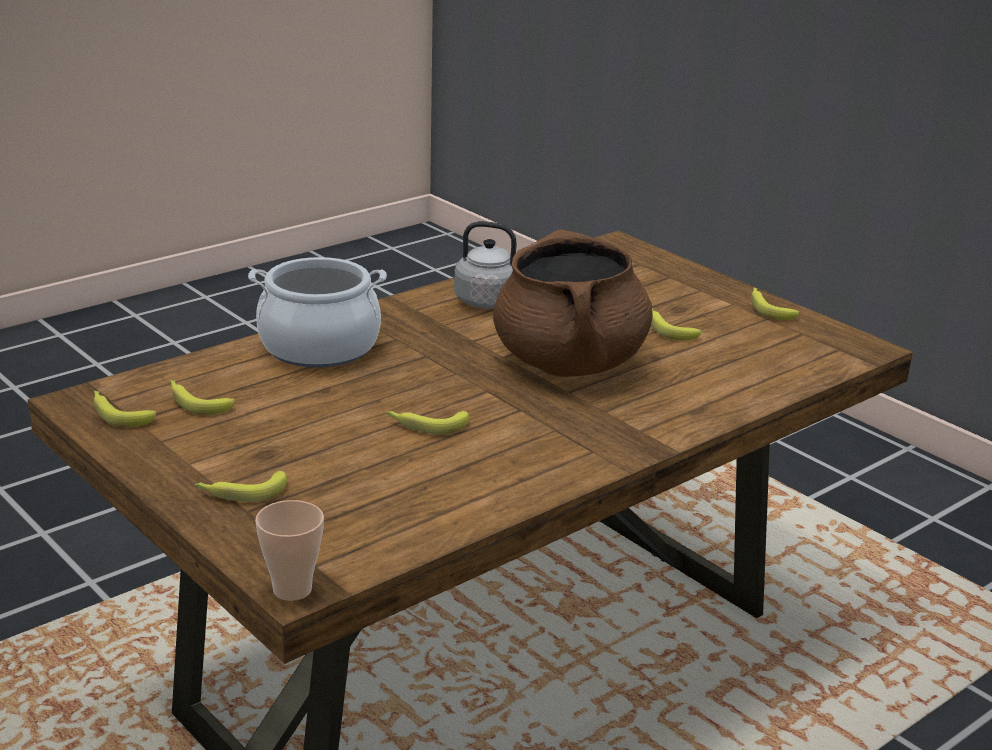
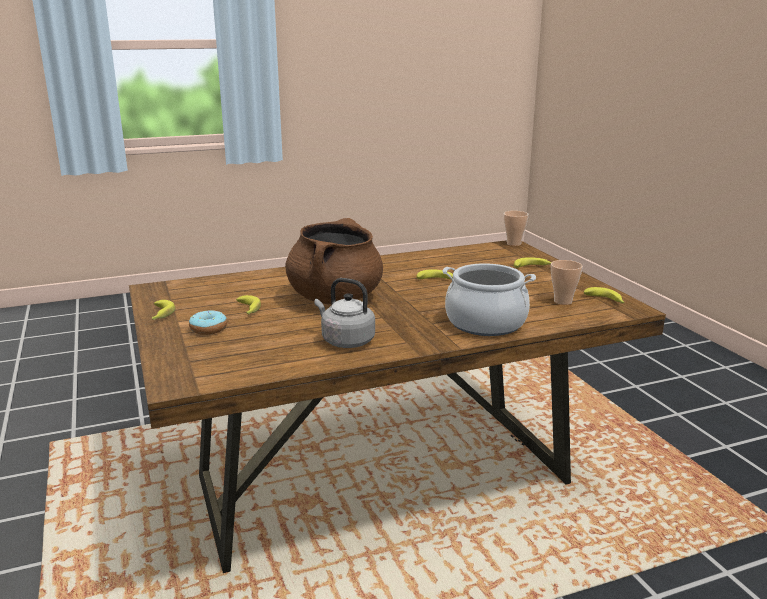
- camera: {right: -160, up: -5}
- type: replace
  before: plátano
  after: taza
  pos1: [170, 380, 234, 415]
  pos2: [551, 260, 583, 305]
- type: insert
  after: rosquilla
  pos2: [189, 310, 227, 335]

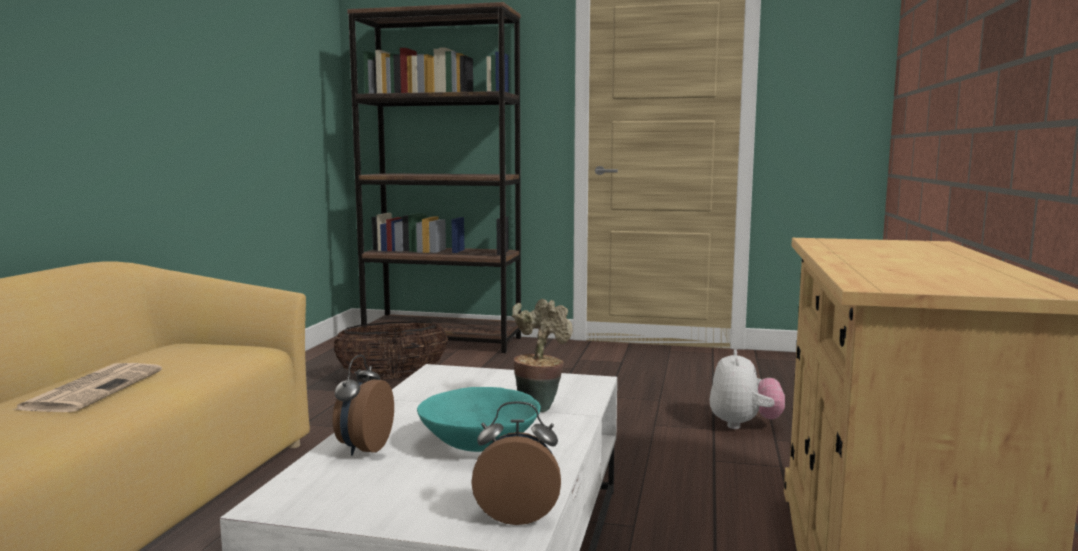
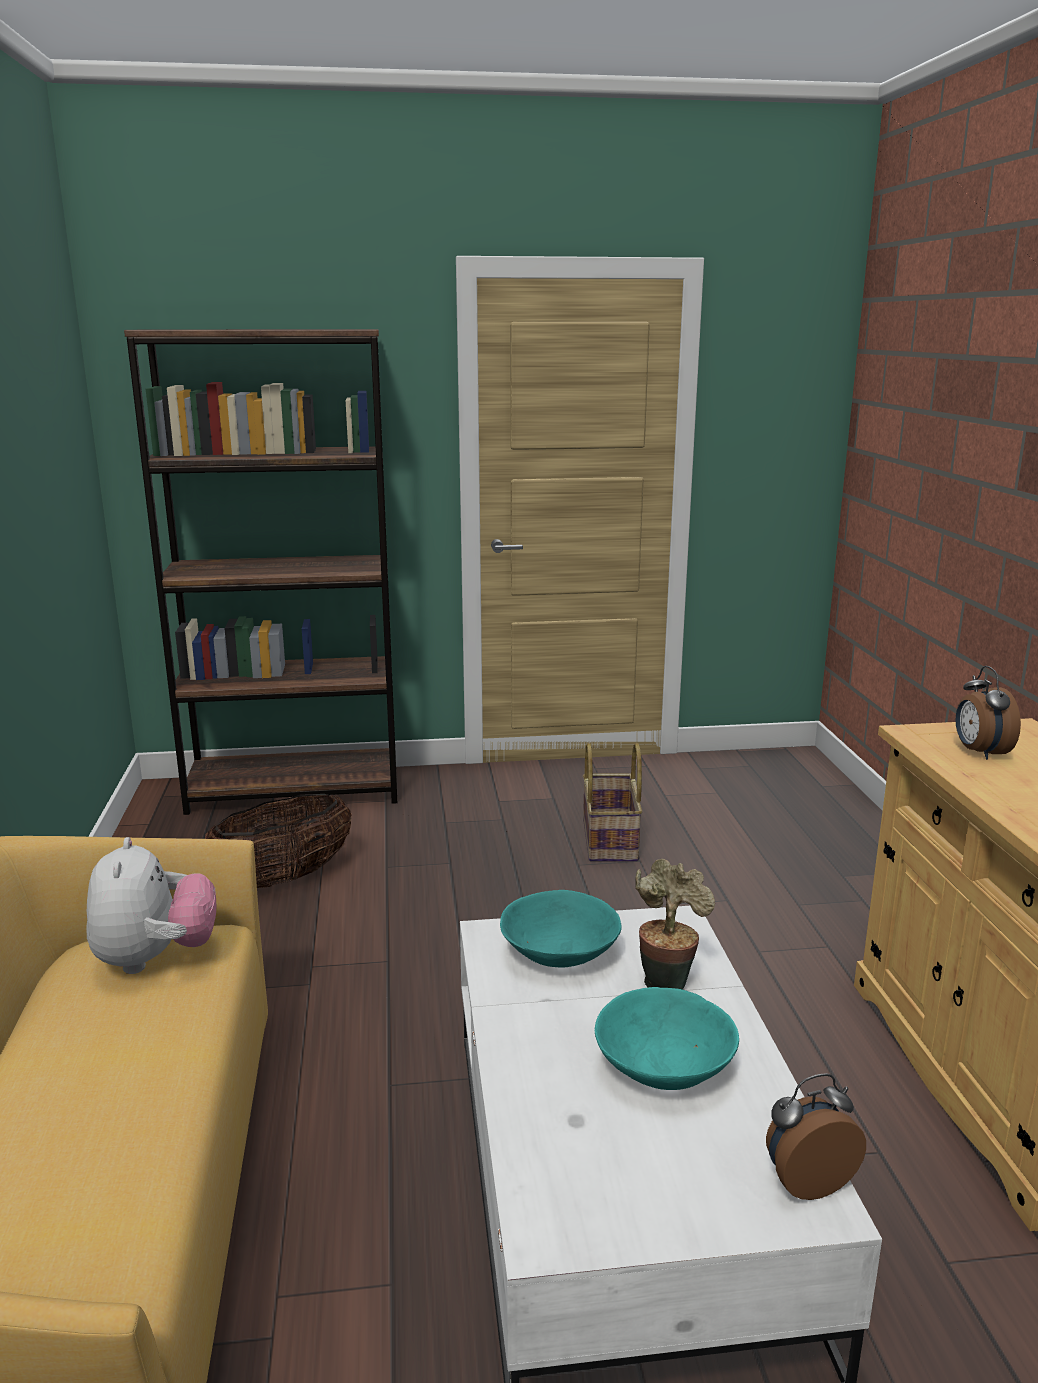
- camera: {right: -20, up: 10}
- type: move
  before: peluche
  pos1: [710, 349, 785, 429]
  pos2: [87, 837, 216, 974]
- type: move
  before: despertador
  pos1: [332, 355, 394, 456]
  pos2: [956, 666, 1021, 760]
- type: delete
  before: periódico
  pos1: [13, 363, 162, 412]
- type: insert
  after: cesta
  pos2: [583, 743, 642, 862]
- type: insert
  after: cuenco [turquesa]
  pos2: [500, 890, 622, 967]

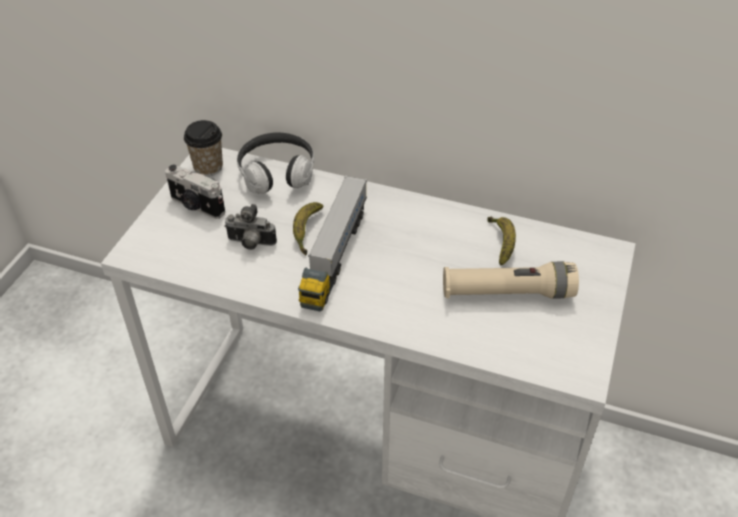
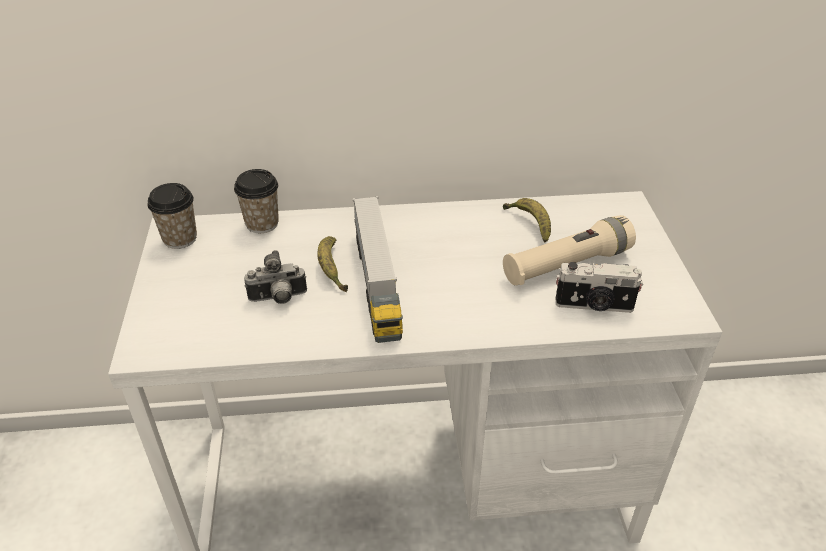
- camera: {right: -25, up: -5}
- type: replace
  before: auriculares
  after: taza
  pos1: [237, 132, 314, 194]
  pos2: [234, 169, 279, 233]
- type: move
  before: cámara
  pos1: [165, 165, 225, 219]
  pos2: [556, 262, 643, 313]

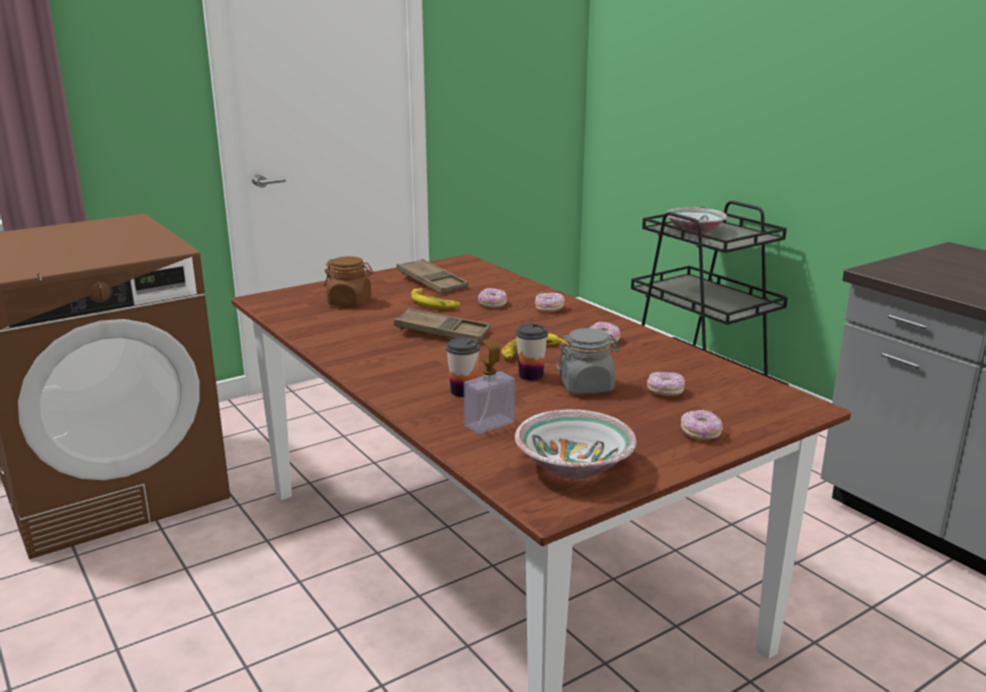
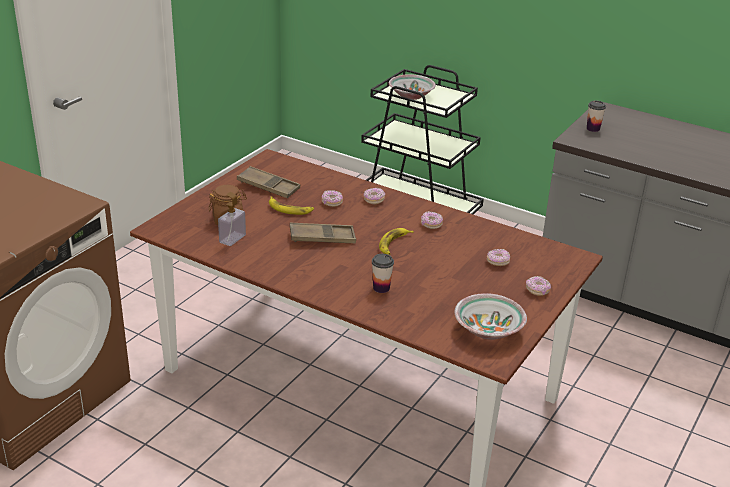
- camera: {right: -25, up: 10}
- type: move
  before: taza
  pos1: [516, 324, 548, 381]
  pos2: [587, 100, 606, 132]
- type: delete
  before: tarro [gris]
  pos1: [556, 328, 621, 394]
- type: move
  before: dispensador de jabón
  pos1: [464, 338, 515, 434]
  pos2: [218, 192, 246, 246]

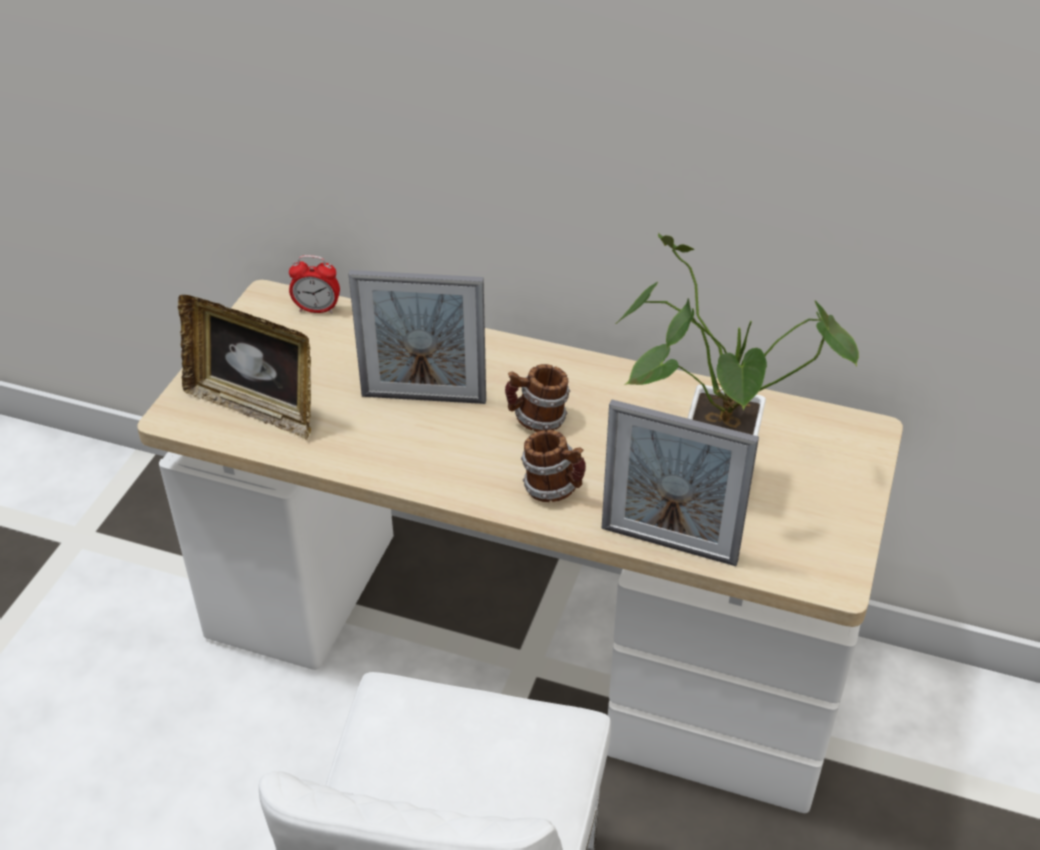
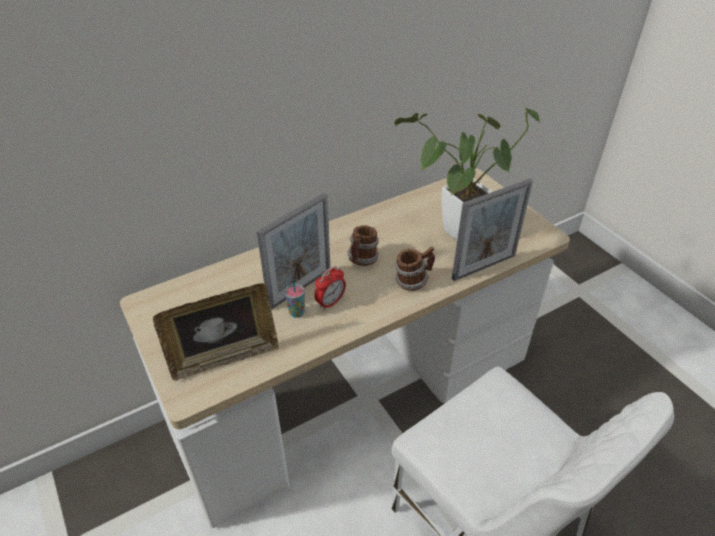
- camera: {right: -50, up: 0}
- type: move
  before: despertador
  pos1: [289, 255, 340, 313]
  pos2: [314, 266, 346, 310]
- type: insert
  after: taza
  pos2: [285, 279, 305, 318]

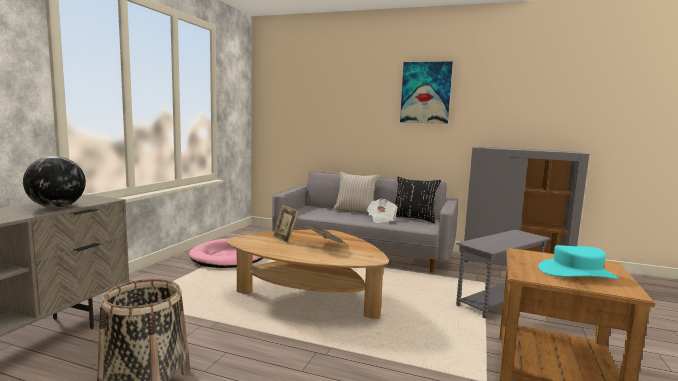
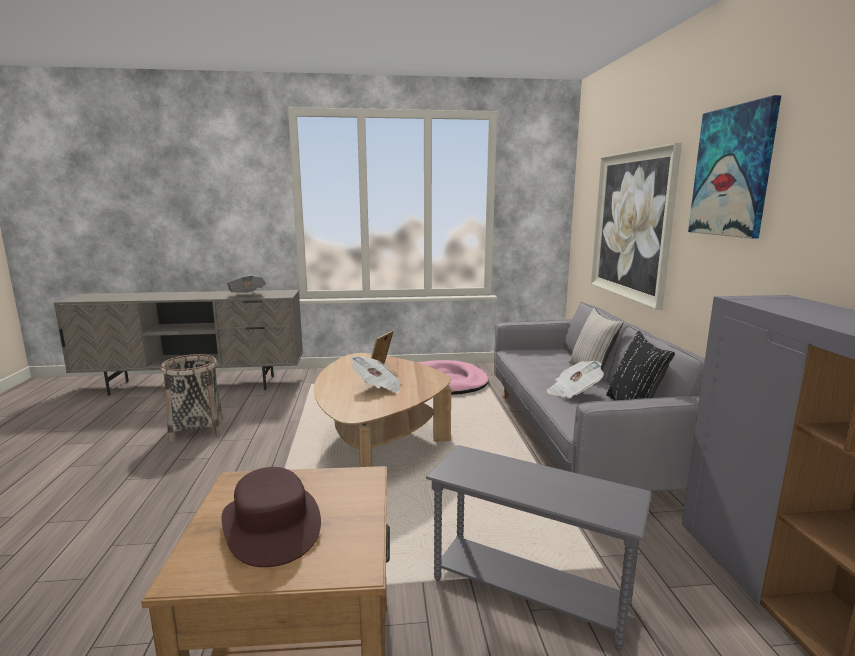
- camera: {right: 65, up: 5}
- type: replace
  before: globo terráqueo
  after: periódico
  pos1: [23, 156, 86, 208]
  pos2: [227, 276, 266, 293]
- type: recolor
  before: sombrero [turquesa]
  after: sombrero [marrón]
  pos1: [538, 245, 618, 279]
  pos2: [222, 467, 321, 567]
- type: insert
  after: cuadro
  pos2: [591, 143, 682, 310]

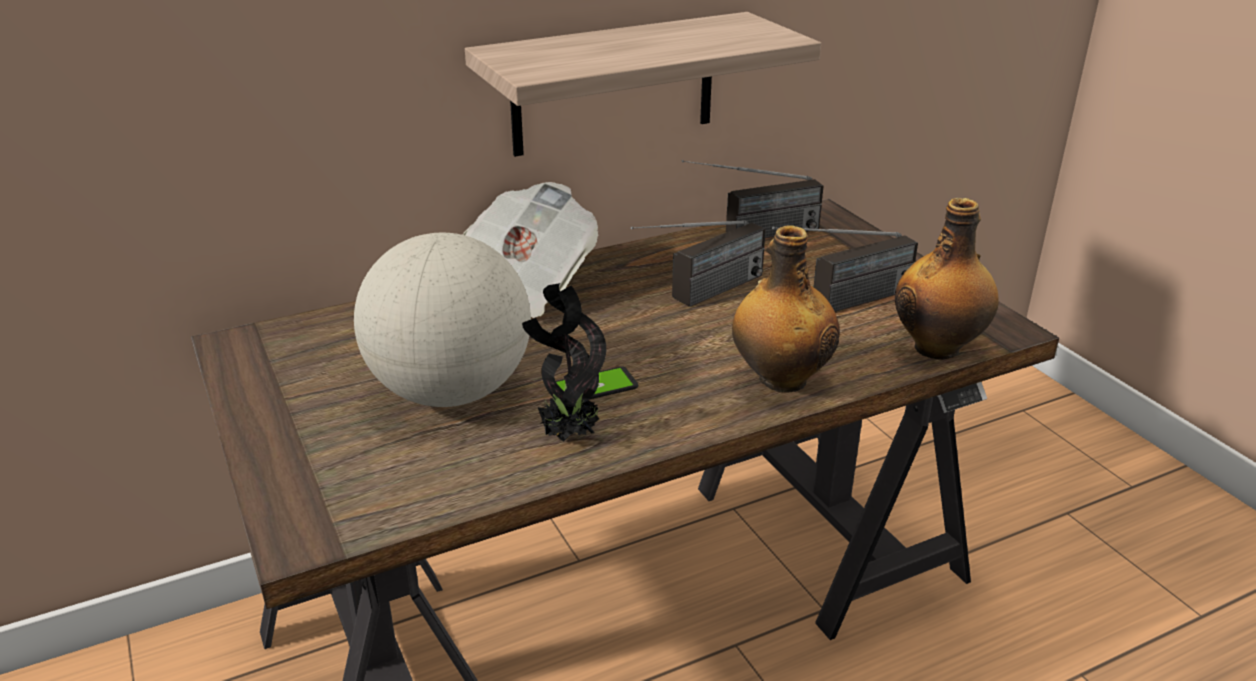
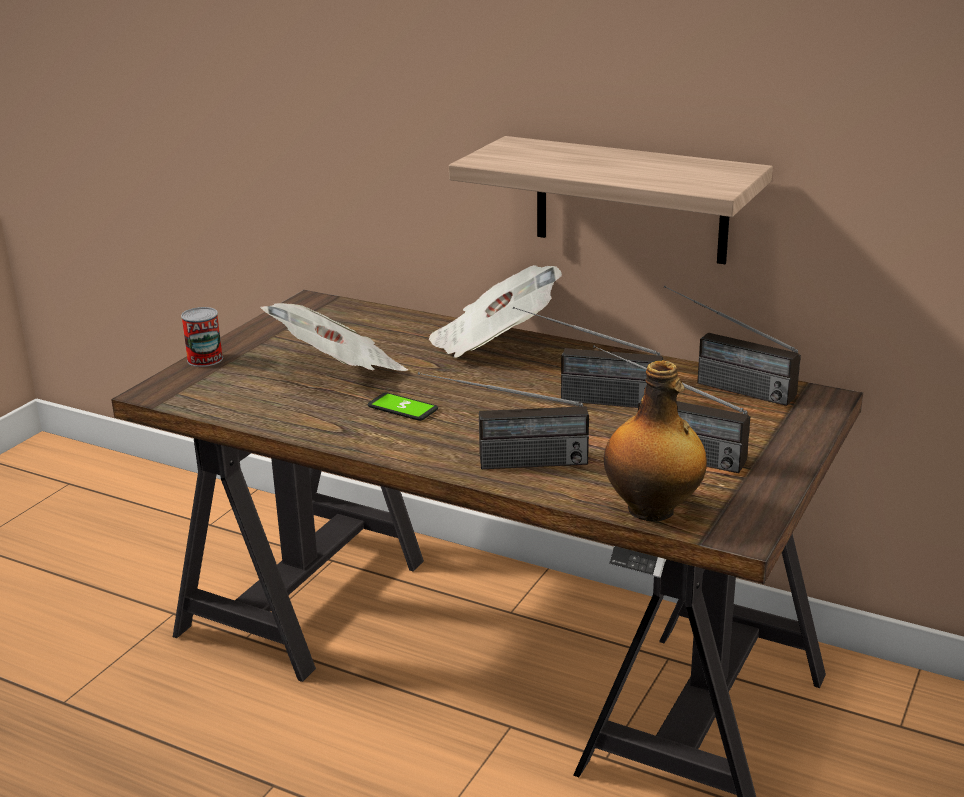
- camera: {right: 55, up: -5}
- type: replace
  before: botella
  after: radio
  pos1: [732, 225, 840, 393]
  pos2: [418, 372, 589, 469]
- type: replace
  before: globo terráqueo
  after: periódico
  pos1: [354, 233, 531, 407]
  pos2: [260, 303, 408, 371]
- type: delete
  before: planta en maceta
  pos1: [522, 283, 606, 442]
- type: insert
  after: lata
  pos2: [181, 307, 223, 367]

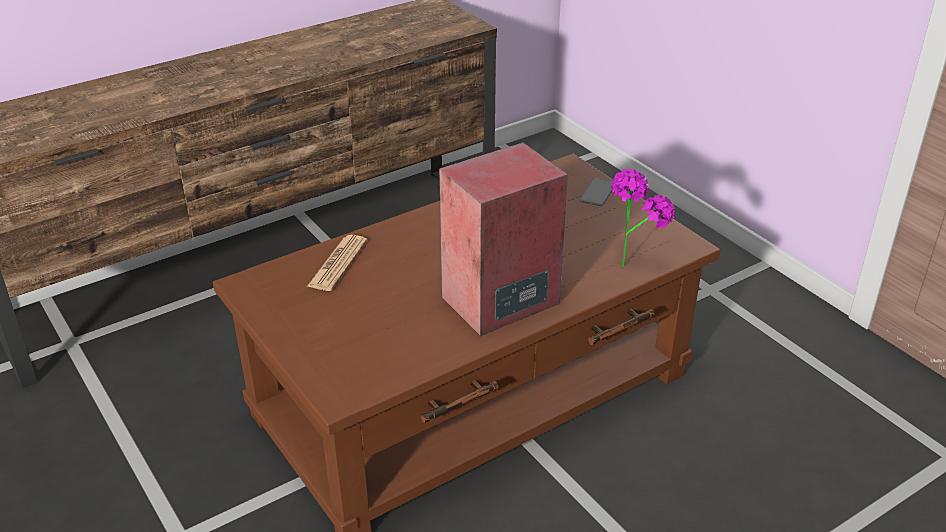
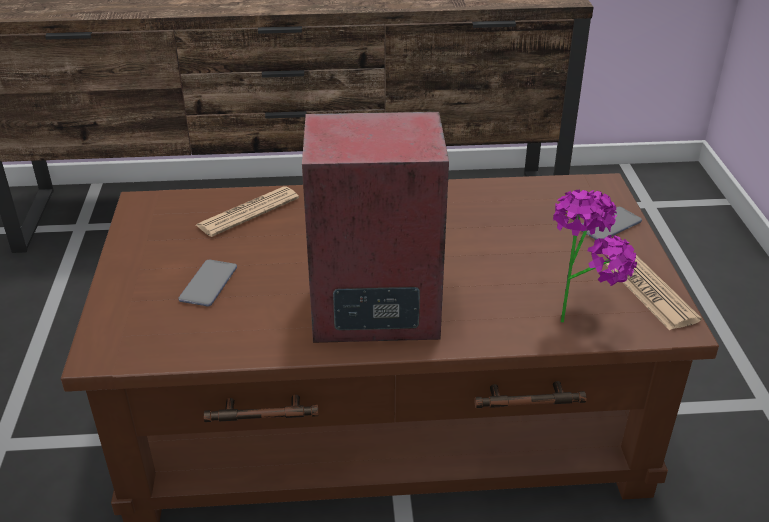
- camera: {right: 30, up: 0}
- type: insert
  after: periódico
  pos2: [605, 254, 702, 330]
- type: insert
  after: móvil
  pos2: [178, 260, 237, 307]

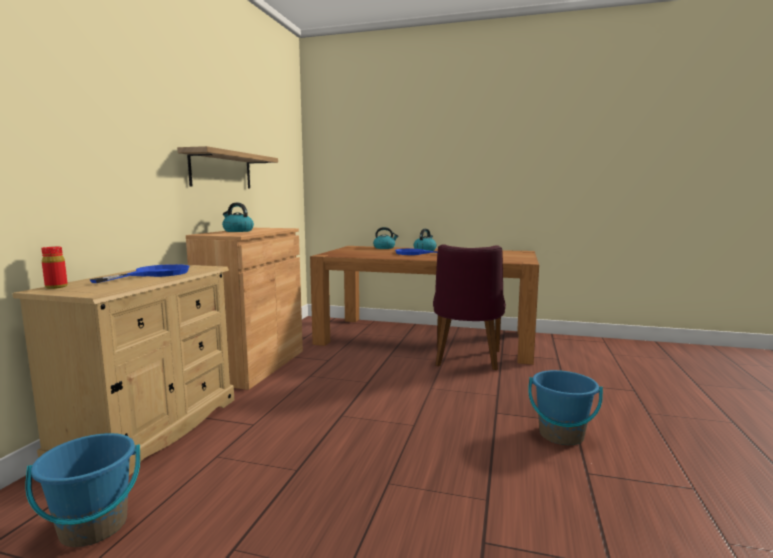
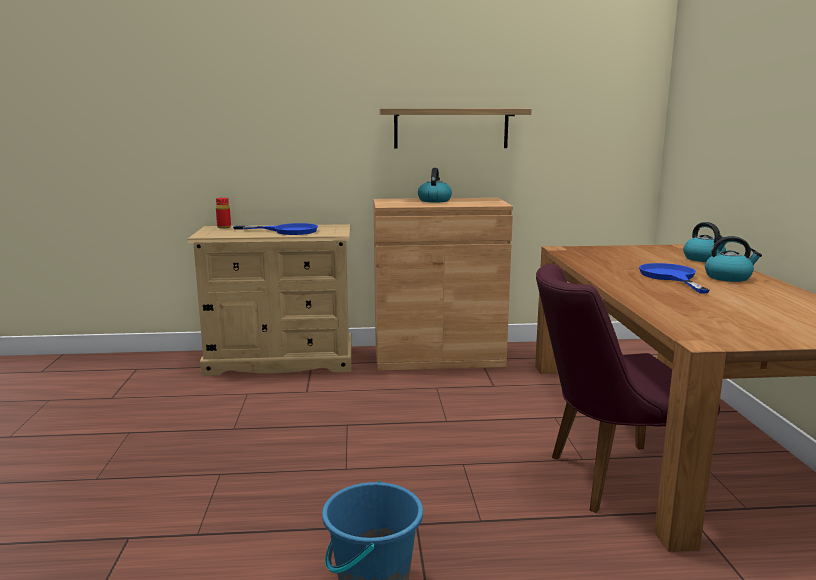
- camera: {right: 70, up: 5}
- type: delete
  before: cubo [azul]
  pos1: [25, 433, 140, 547]

